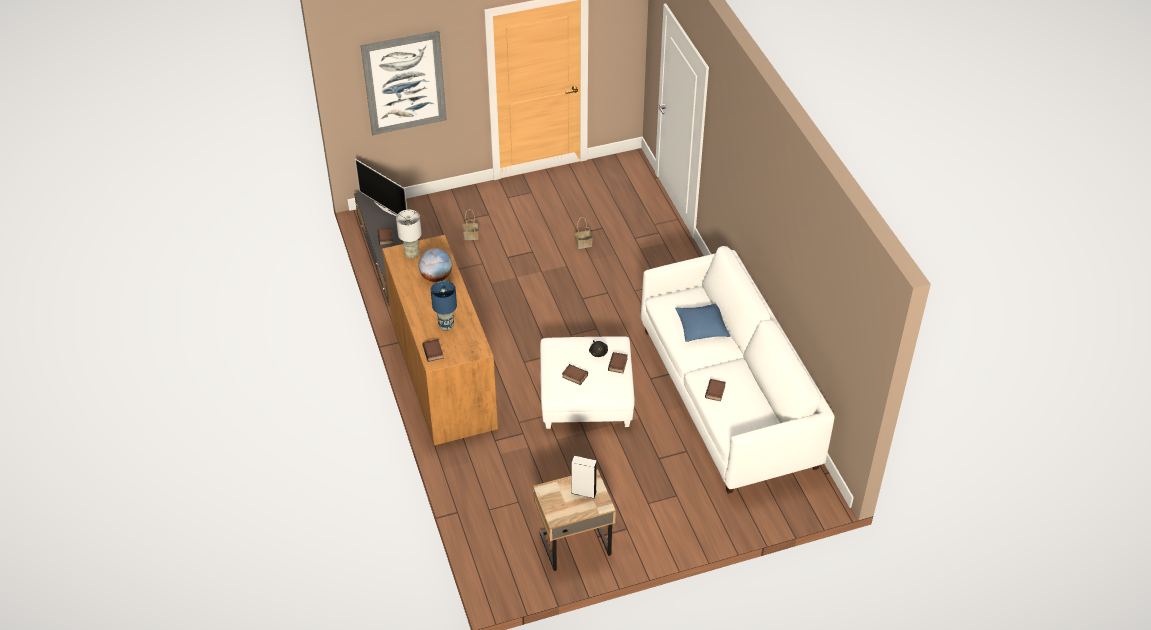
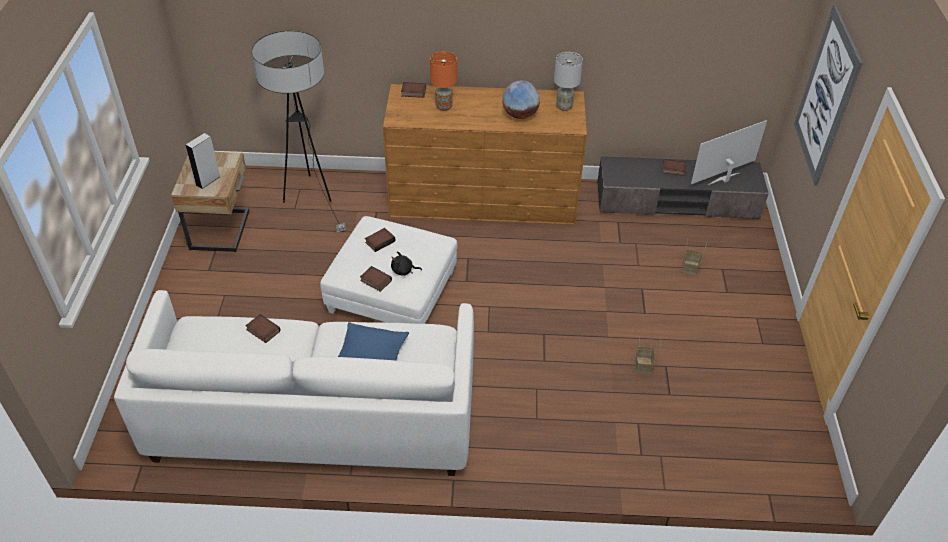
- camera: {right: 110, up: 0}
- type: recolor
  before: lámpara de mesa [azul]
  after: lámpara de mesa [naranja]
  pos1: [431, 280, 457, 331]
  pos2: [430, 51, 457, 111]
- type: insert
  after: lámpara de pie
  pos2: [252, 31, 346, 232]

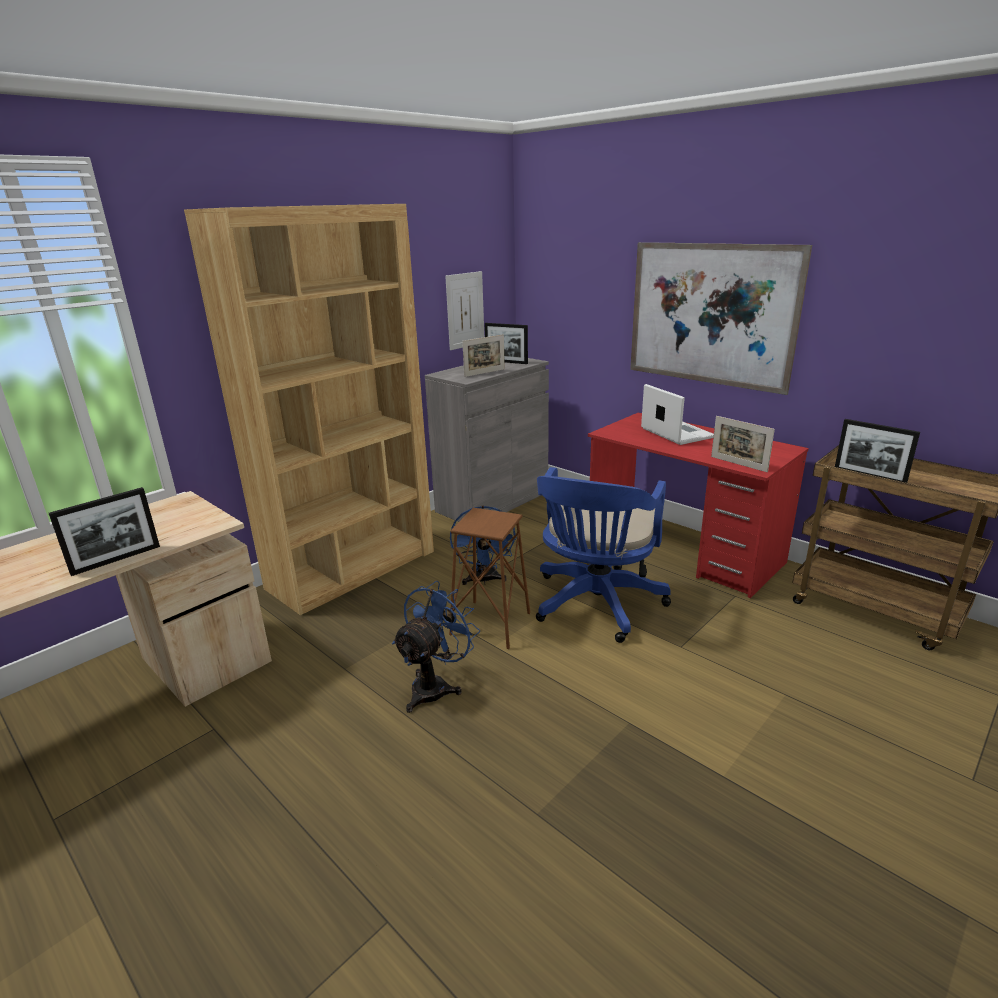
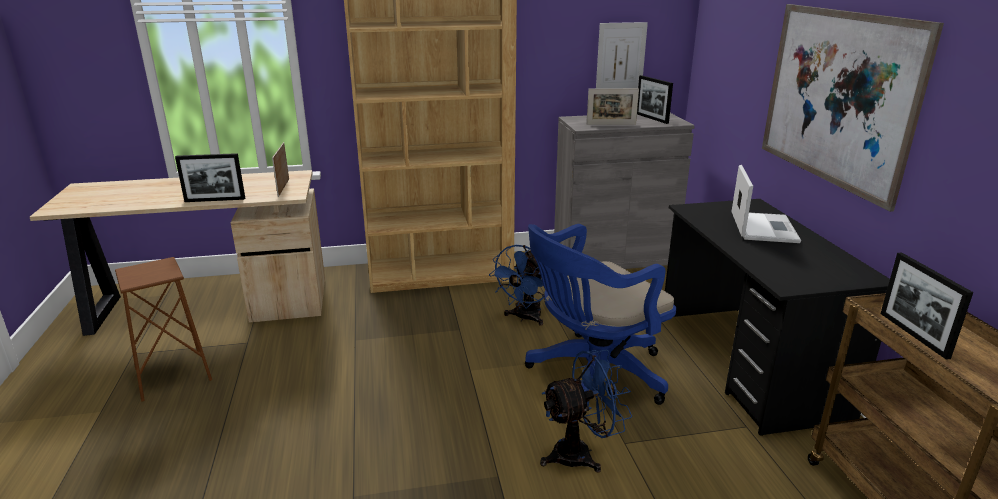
- camera: {right: 35, up: 0}
- type: recolor
  before: escritorio [rojo]
  after: escritorio [negro]
  pos1: [588, 413, 809, 598]
  pos2: [665, 199, 890, 436]
- type: move
  before: portarretratos
  pos1: [711, 416, 775, 472]
  pos2: [272, 142, 289, 197]
- type: move
  before: taburete [marrón]
  pos1: [449, 508, 530, 649]
  pos2: [115, 257, 212, 402]
- type: move
  before: ventilador [azul]
  pos1: [392, 581, 480, 713]
  pos2: [540, 349, 632, 472]

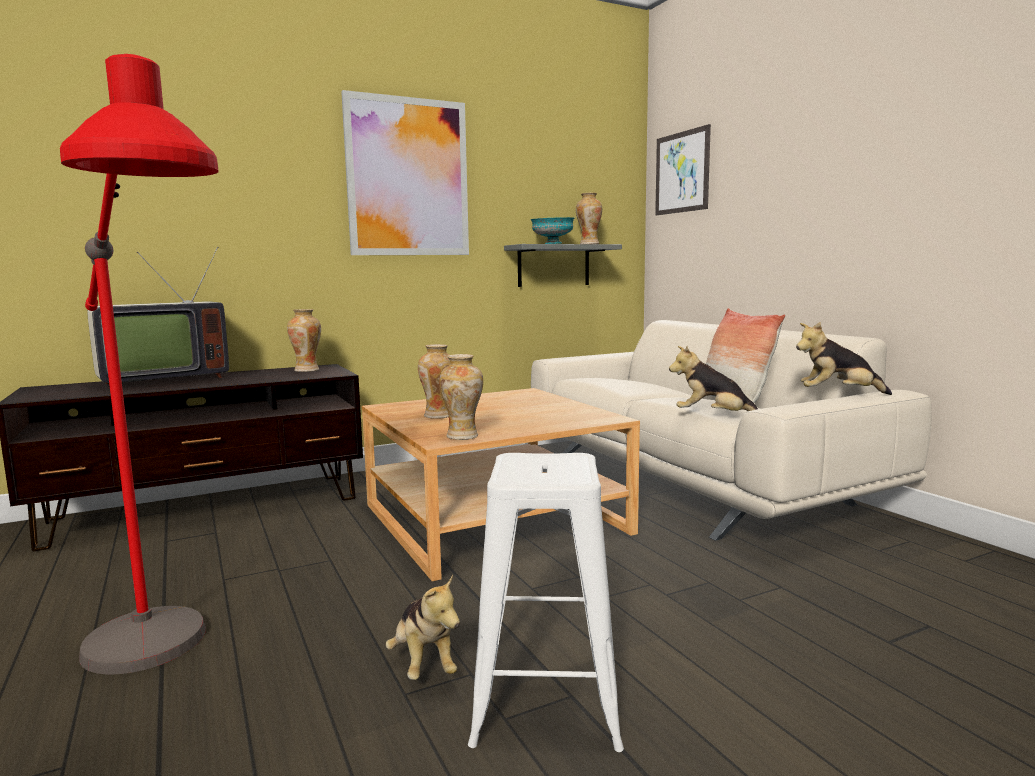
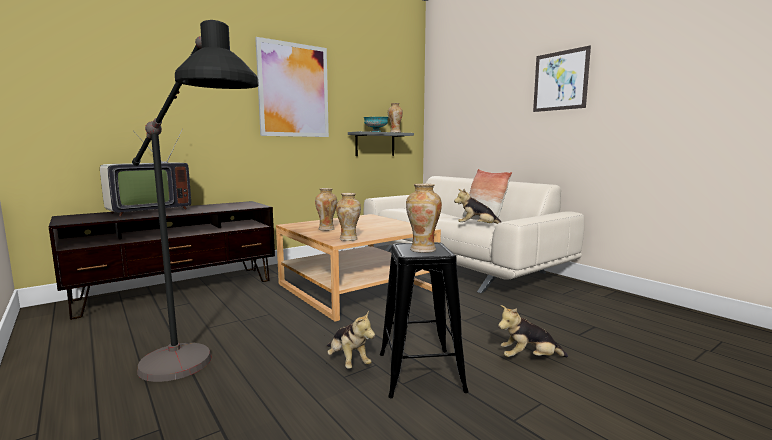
- camera: {right: -10, up: 0}
- type: recolor
  before: lámpara de pie [rojo]
  after: lámpara de pie [negro]
  pos1: [60, 54, 219, 675]
  pos2: [132, 20, 259, 382]
- type: move
  before: cuadro
  pos1: [655, 124, 711, 215]
  pos2: [533, 46, 591, 112]
- type: move
  before: florero
  pos1: [287, 309, 321, 372]
  pos2: [406, 184, 442, 253]
- type: move
  before: peluche
  pos1: [796, 322, 892, 395]
  pos2: [498, 305, 568, 357]
- type: recolor
  before: taburete [blanco]
  after: taburete [negro]
  pos1: [468, 453, 624, 752]
  pos2: [380, 242, 469, 398]

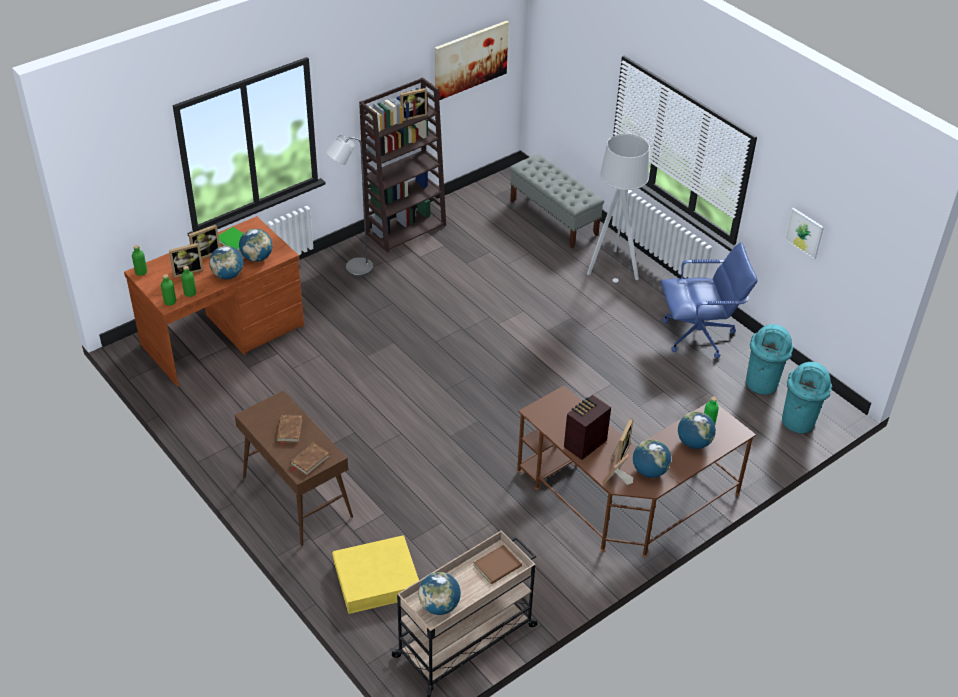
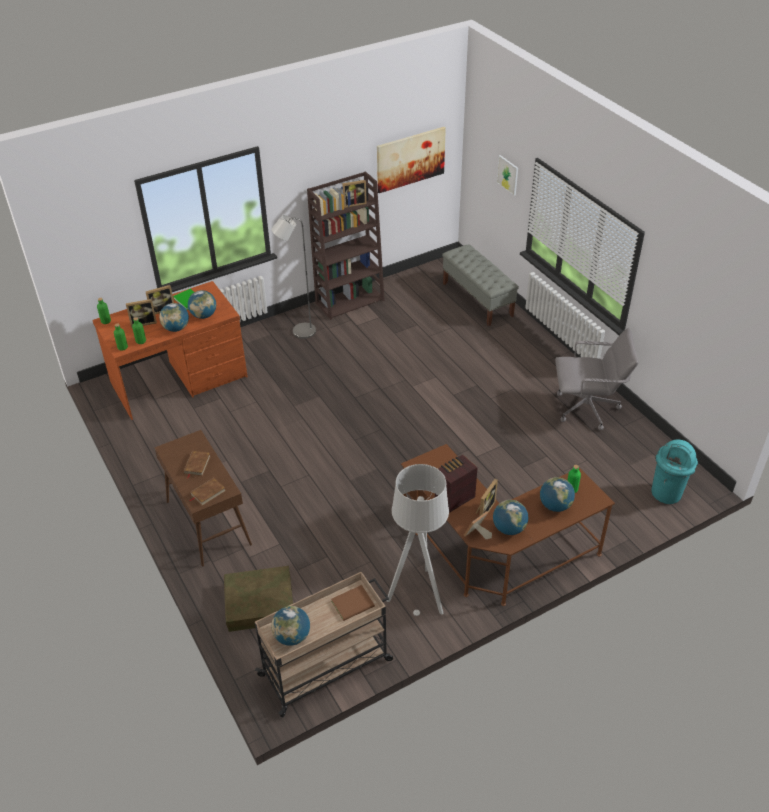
- camera: {right: 10, up: 0}
- type: move
  before: lámpara de pie [gris]
  pos1: [587, 134, 650, 283]
  pos2: [387, 464, 449, 616]
- type: move
  before: cuadro
  pos1: [785, 208, 824, 259]
  pos2: [497, 155, 518, 196]
- type: recolor
  before: silla de oficina [azul]
  after: silla de oficina [gris]
  pos1: [661, 242, 758, 358]
  pos2: [555, 328, 639, 430]
- type: delete
  before: papelera [turquesa]
  pos1: [746, 324, 794, 395]
- type: recolor
  before: caja de almacenaje [amarillo]
  after: caja de almacenaje [marrón]
  pos1: [332, 535, 419, 614]
  pos2: [224, 566, 293, 632]

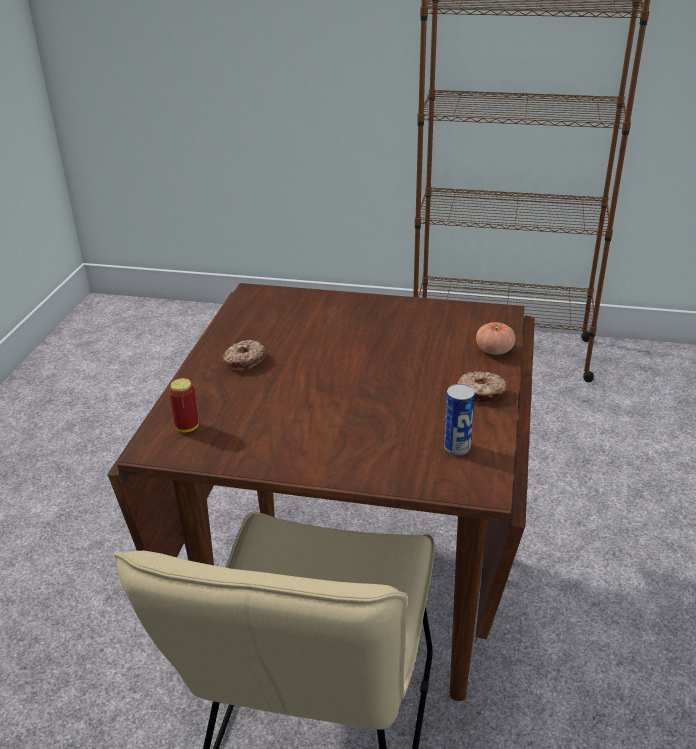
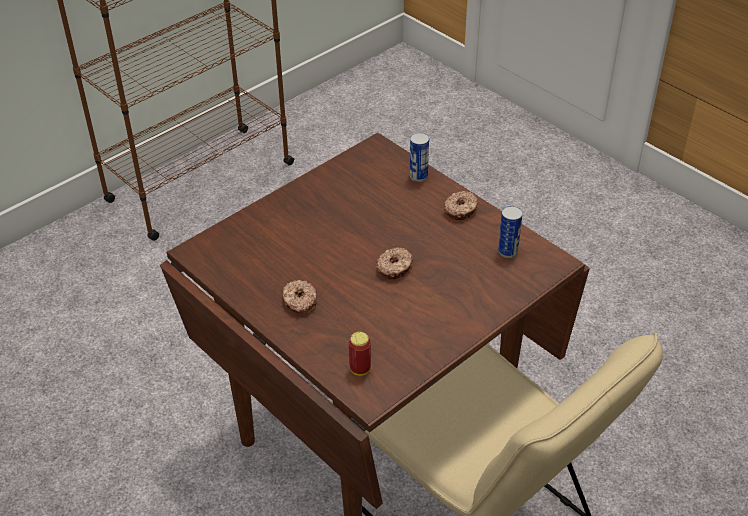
- camera: {right: -55, up: 10}
- type: replace
  before: tomate
  after: lata
  pos1: [476, 322, 516, 355]
  pos2: [409, 133, 429, 182]
- type: insert
  after: rosquilla
  pos2: [376, 247, 413, 279]

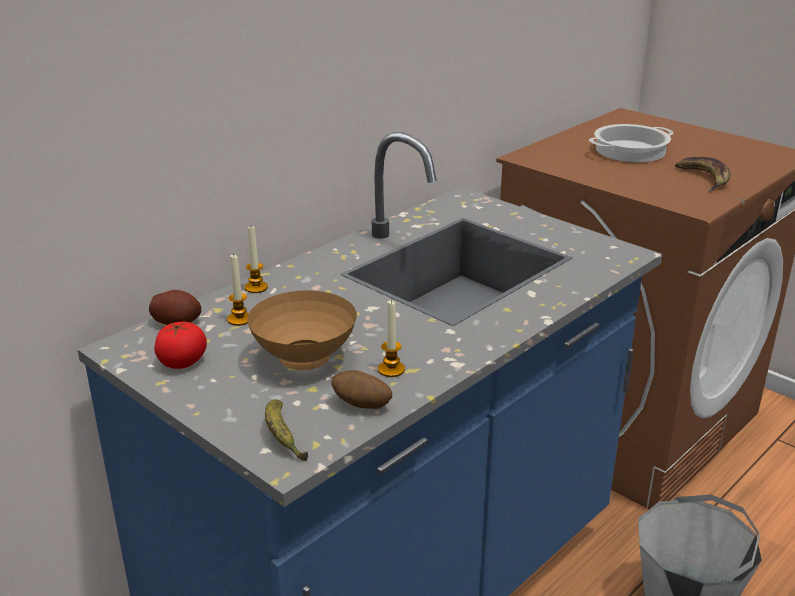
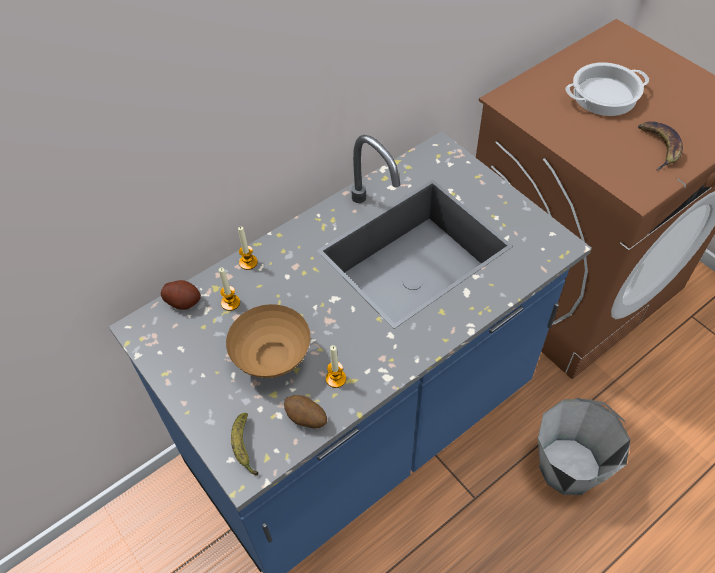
- camera: {right: 10, up: 25}
- type: delete
  before: tomate
  pos1: [154, 322, 207, 369]

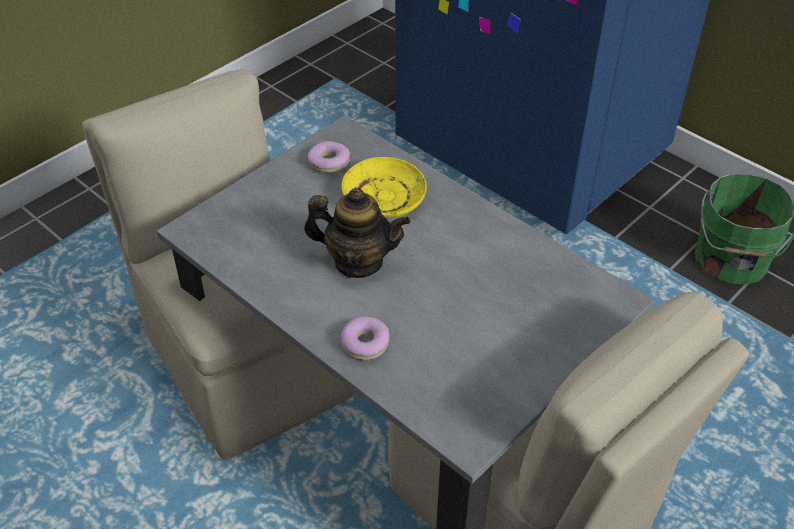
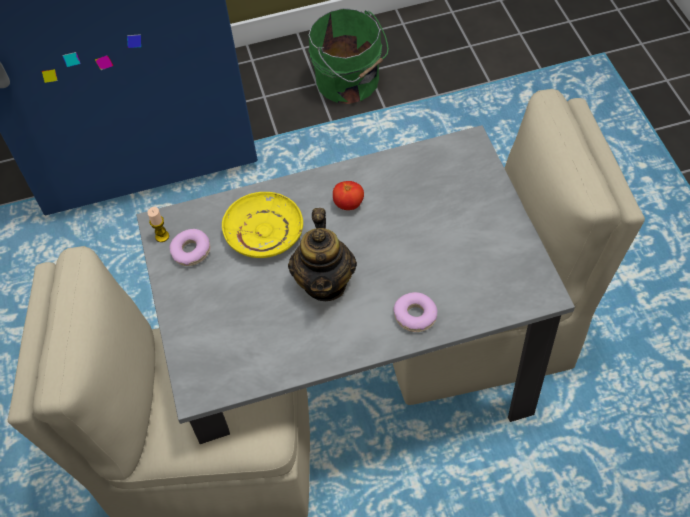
- camera: {right: -55, up: 10}
- type: rotate
  before: tetera
  pos1: [304, 188, 410, 278]
  pos2: [288, 208, 357, 301]
  turn: 135
- type: insert
  after: tomate
  pos2: [333, 181, 364, 210]
- type: insert
  after: vela
  pos2: [147, 207, 169, 242]

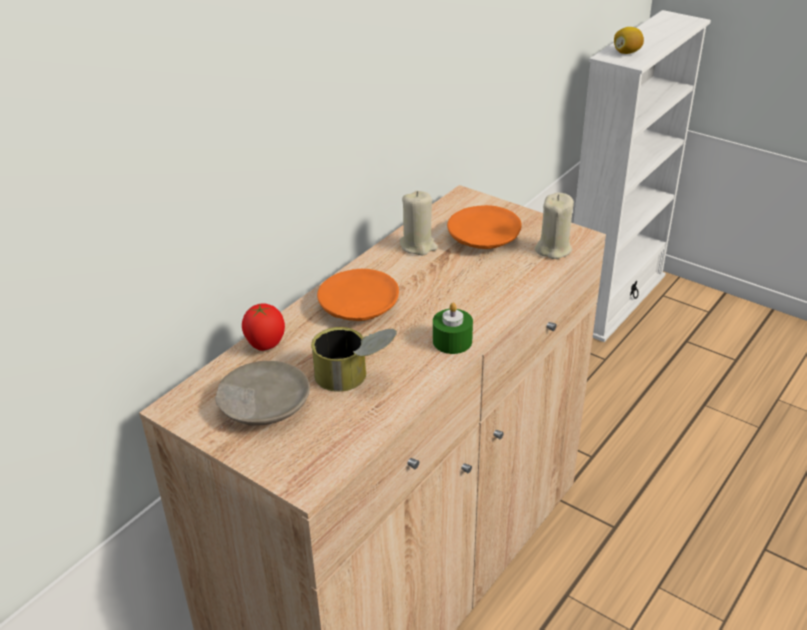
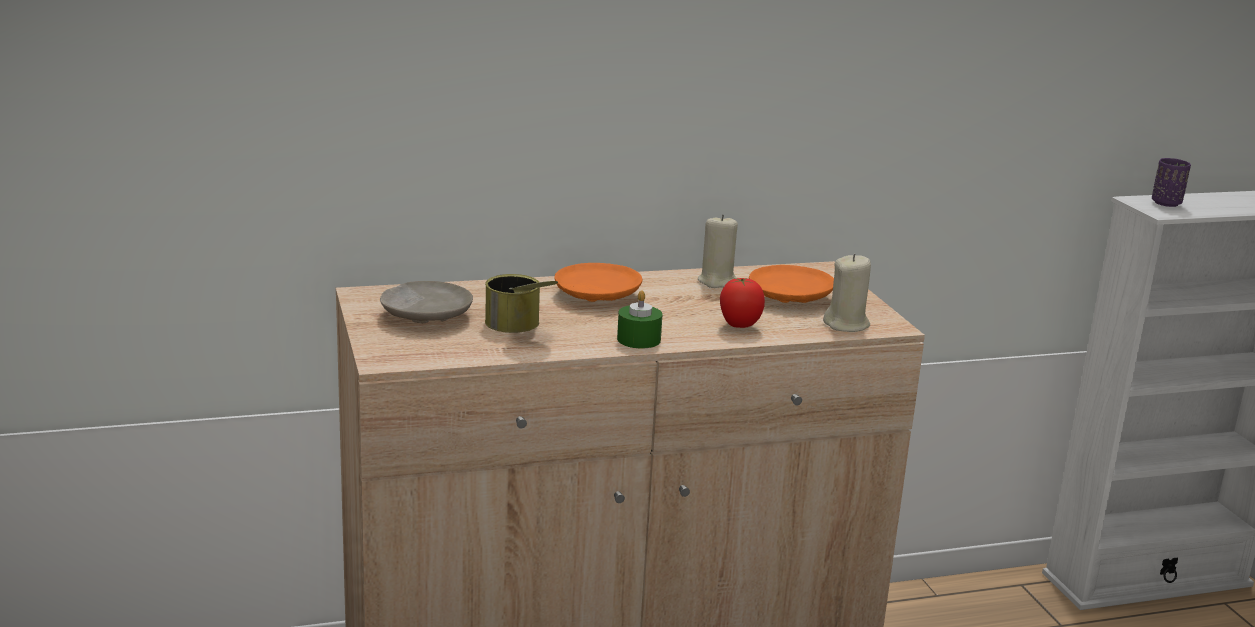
- camera: {right: 35, up: -15}
- type: replace
  before: limón
  after: taza [morado]
  pos1: [614, 27, 644, 54]
  pos2: [1152, 158, 1191, 207]
- type: move
  before: tomate
  pos1: [242, 303, 285, 351]
  pos2: [720, 278, 765, 328]

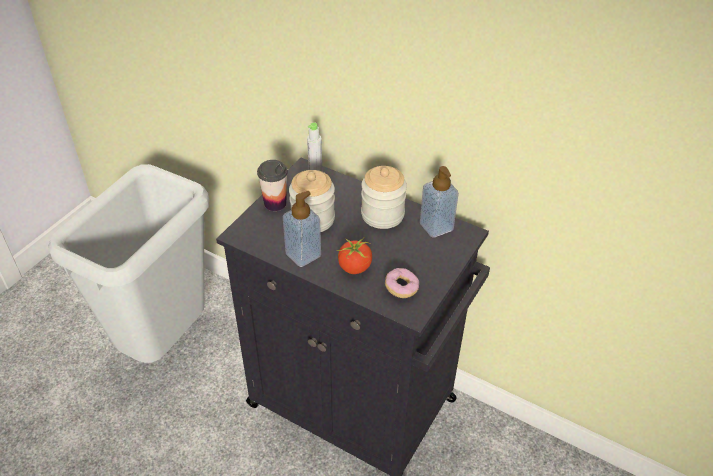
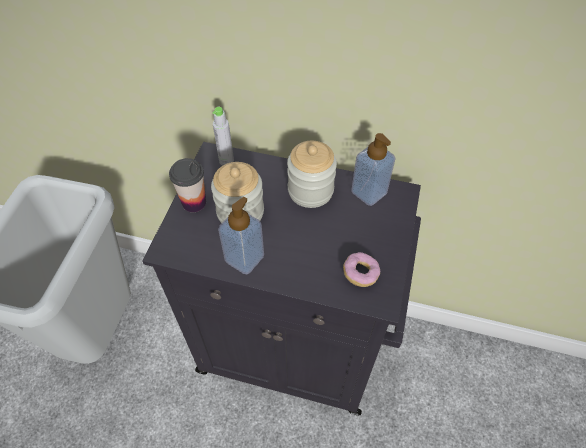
- camera: {right: -15, up: 10}
- type: delete
  before: tomate
  pos1: [336, 238, 372, 274]

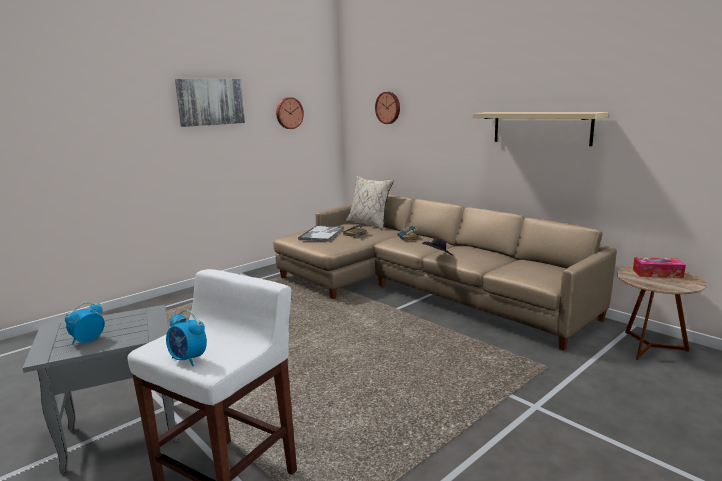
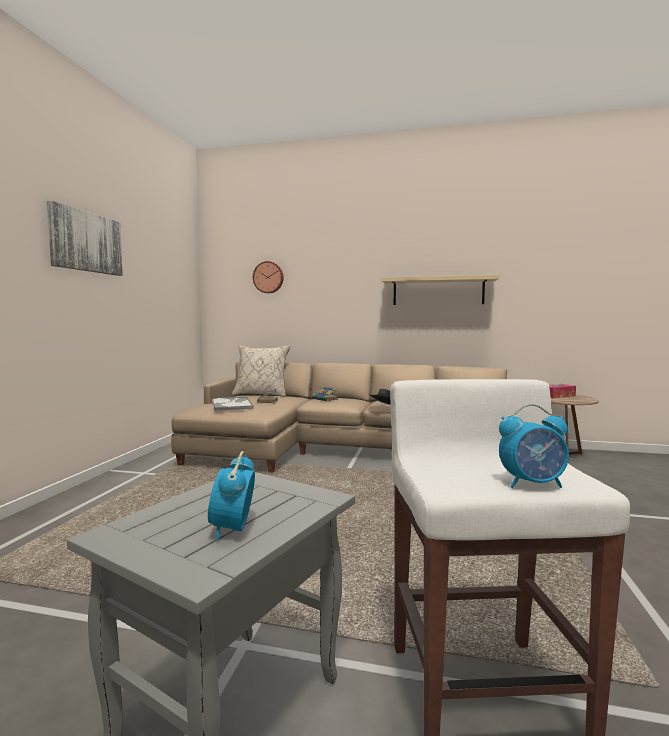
- camera: {right: -35, up: -10}
- type: delete
  before: reloj de pared
  pos1: [276, 97, 304, 129]

